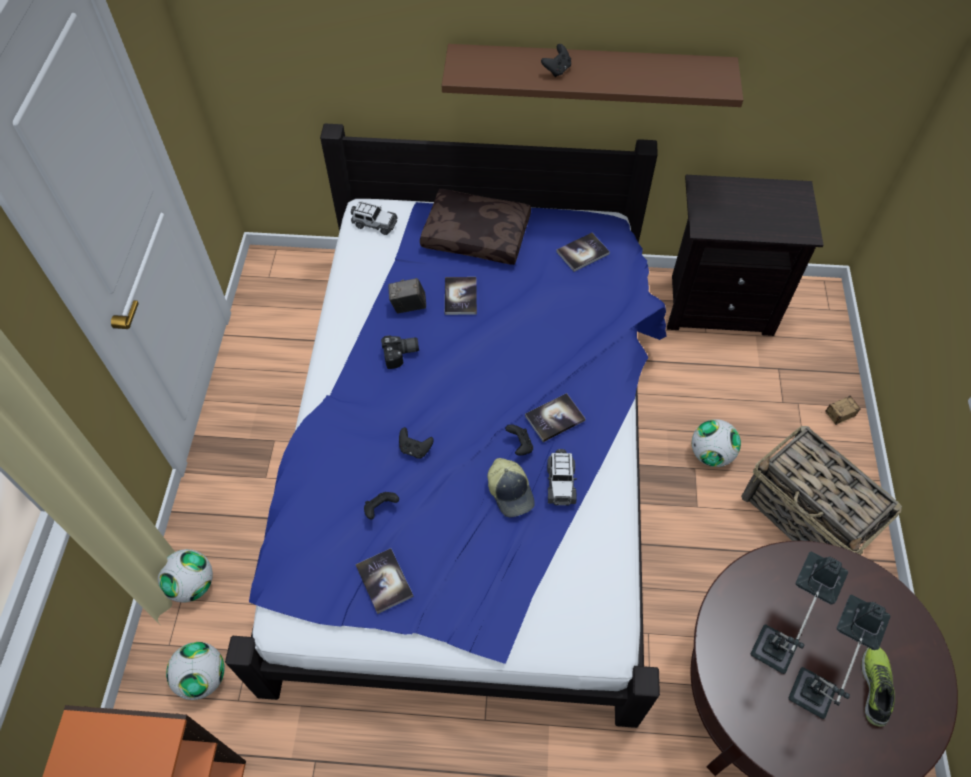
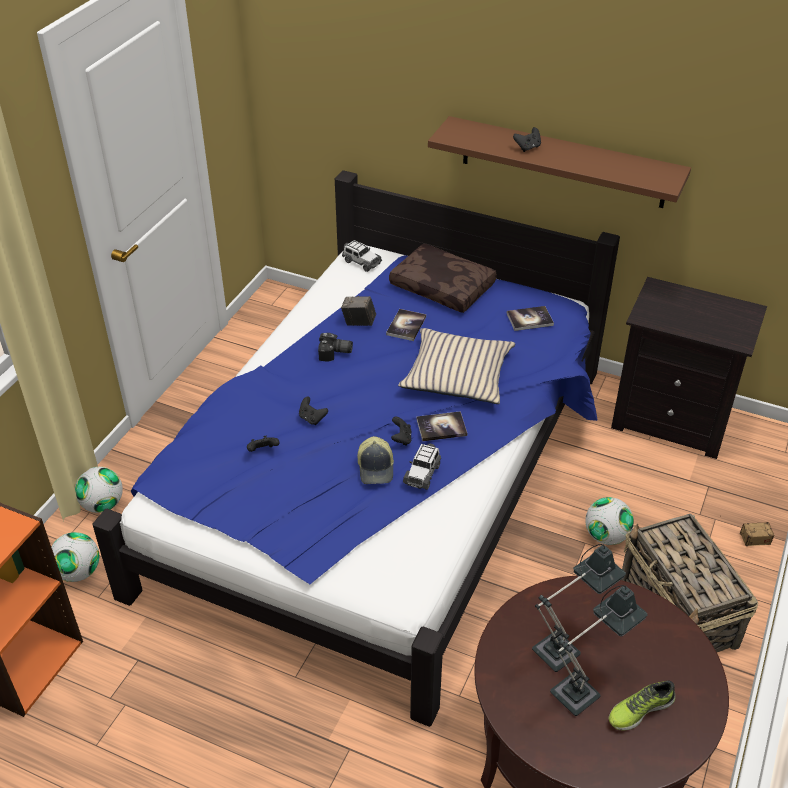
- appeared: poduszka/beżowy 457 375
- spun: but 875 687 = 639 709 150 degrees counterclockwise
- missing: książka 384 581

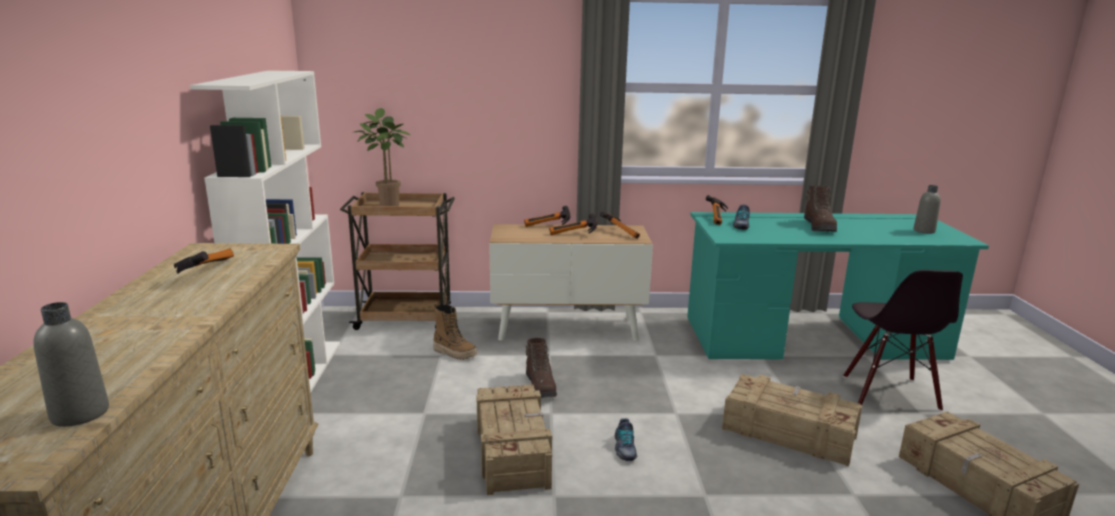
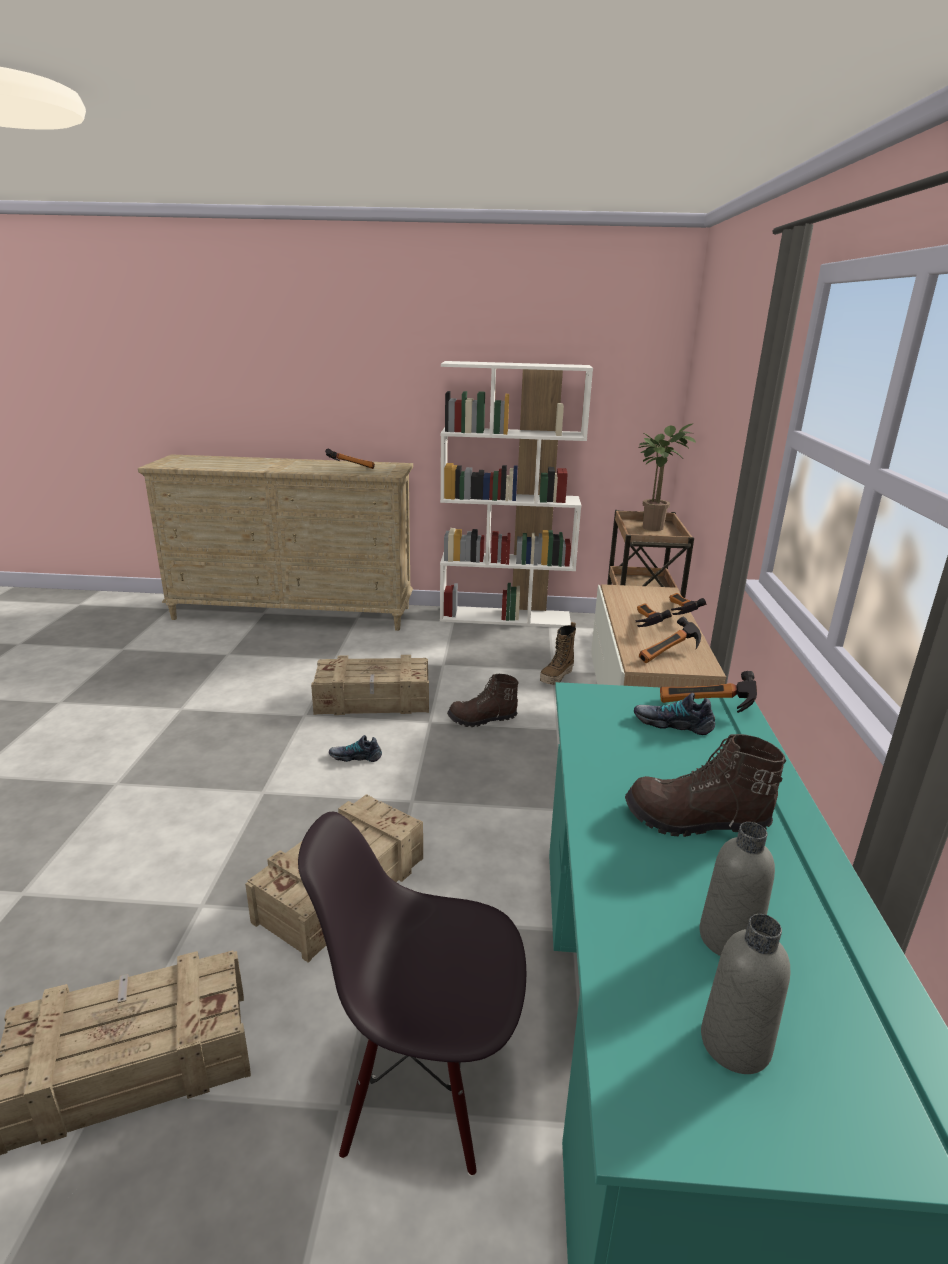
- relocated: butelka/szary 80 413 to 728 938

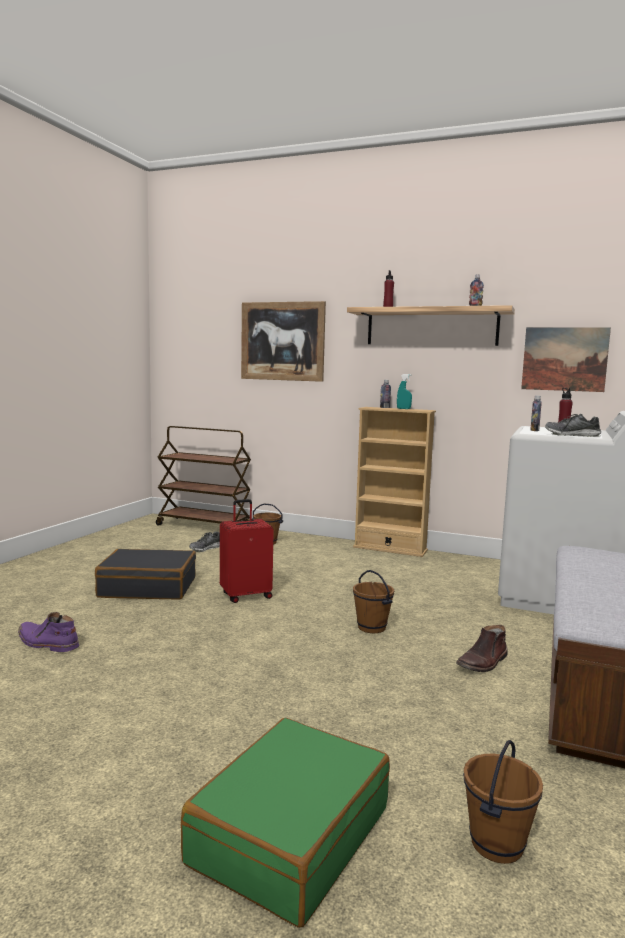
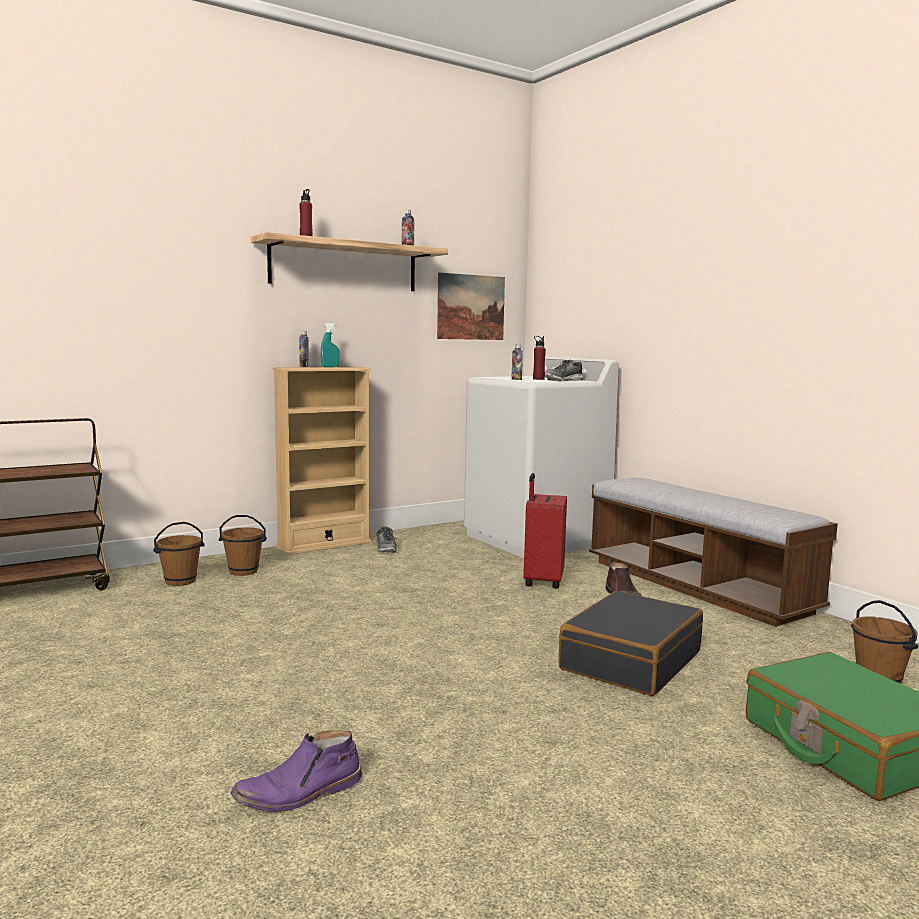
- relocated: wiadro/brązowy 372 627 to 243 571
- relocated: but 205 548 to 386 549
- relocated: walizka/czerwony 246 595 to 542 581
- relocated: walizka/czarny 148 587 to 630 660
- missing: obraz 282 341

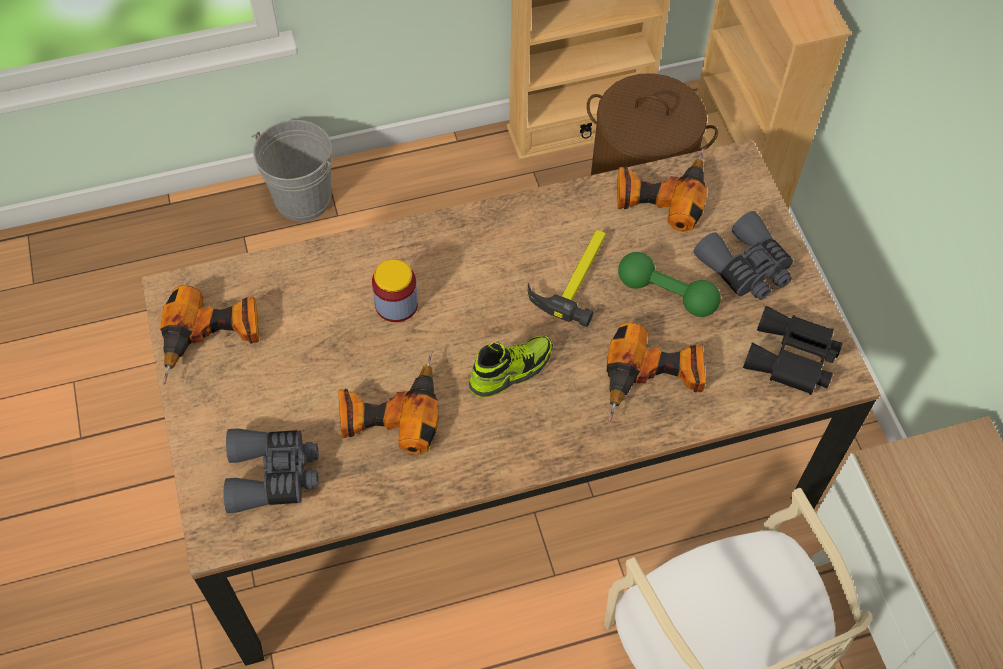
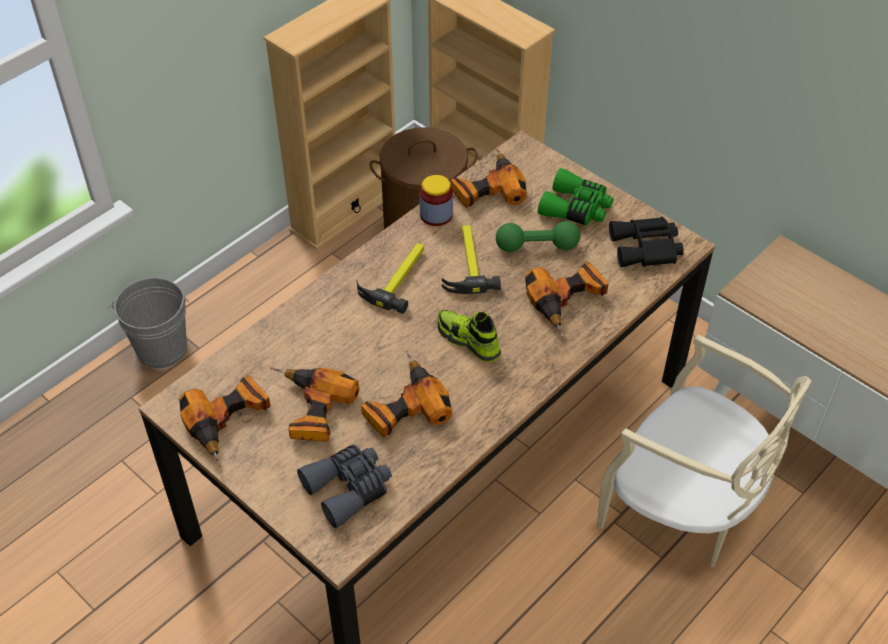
- appeared: wiertarka 310 410
- appeared: młotek 396 278
- relocated: słoik 396 304 to 436 215
- spun: but 510 370 = 468 341 75 degrees counterclockwise
- colour: lornetka/szary 746 268 to lornetka/zielony 576 208

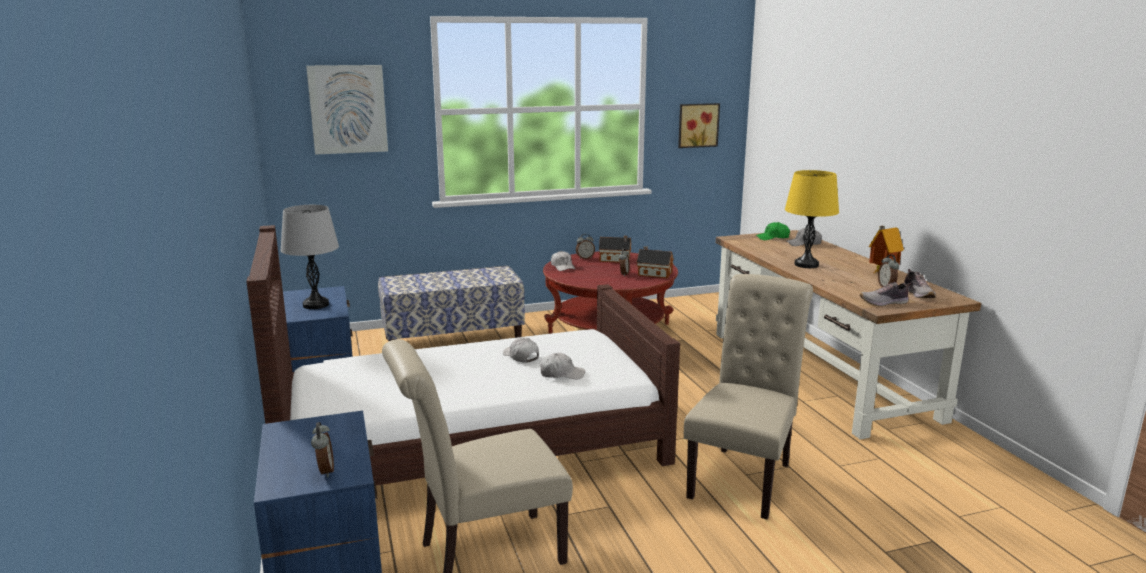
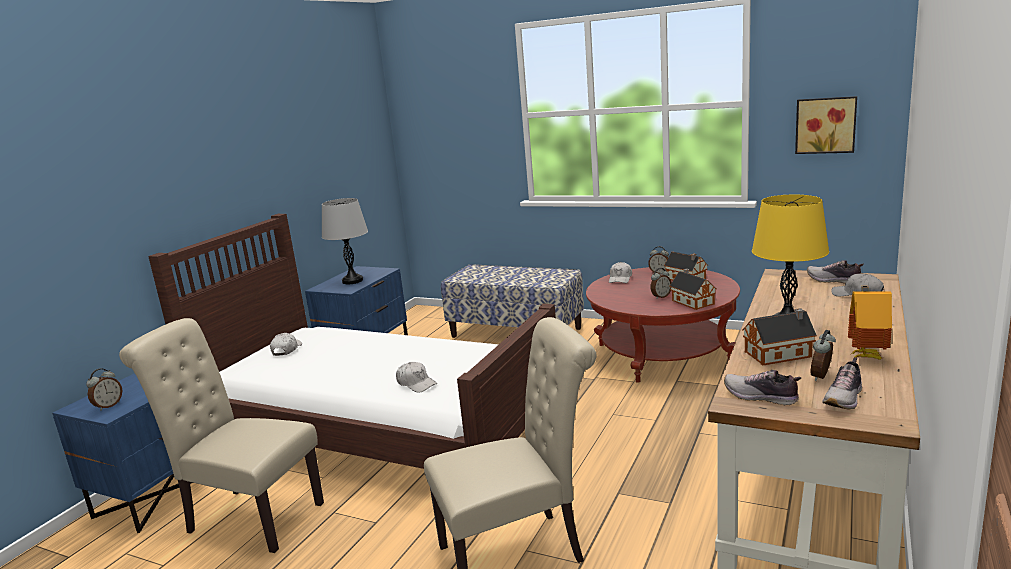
- relocated: czapka z daszkiem/biały 521 356 to 286 350
- appeared: domek 780 354
- exchanged: czapka z daszkiem/zielony 772 238 to but 833 280
- missing: obraz 348 109

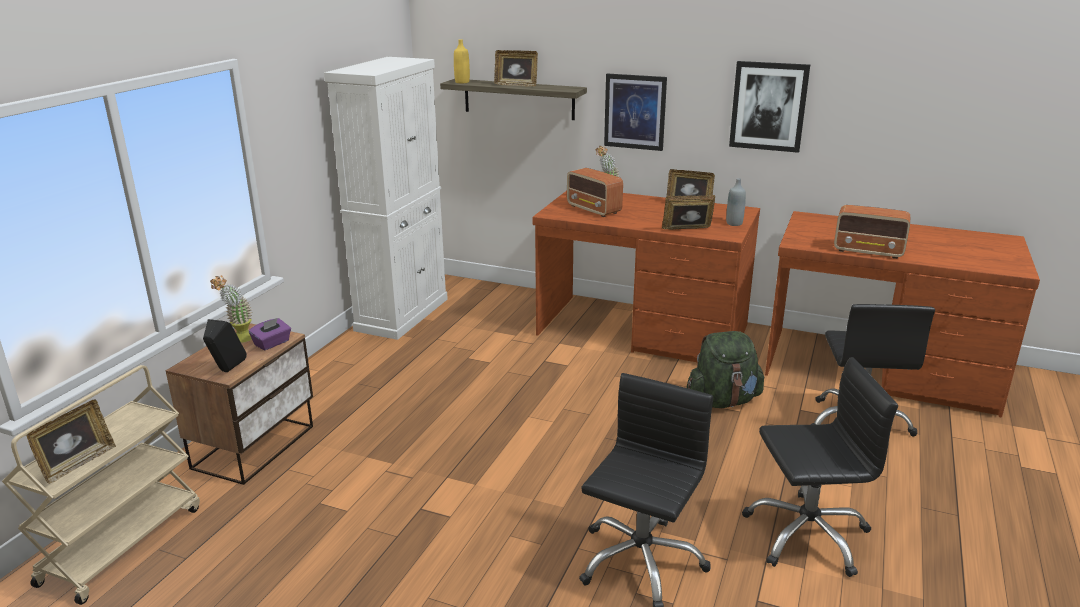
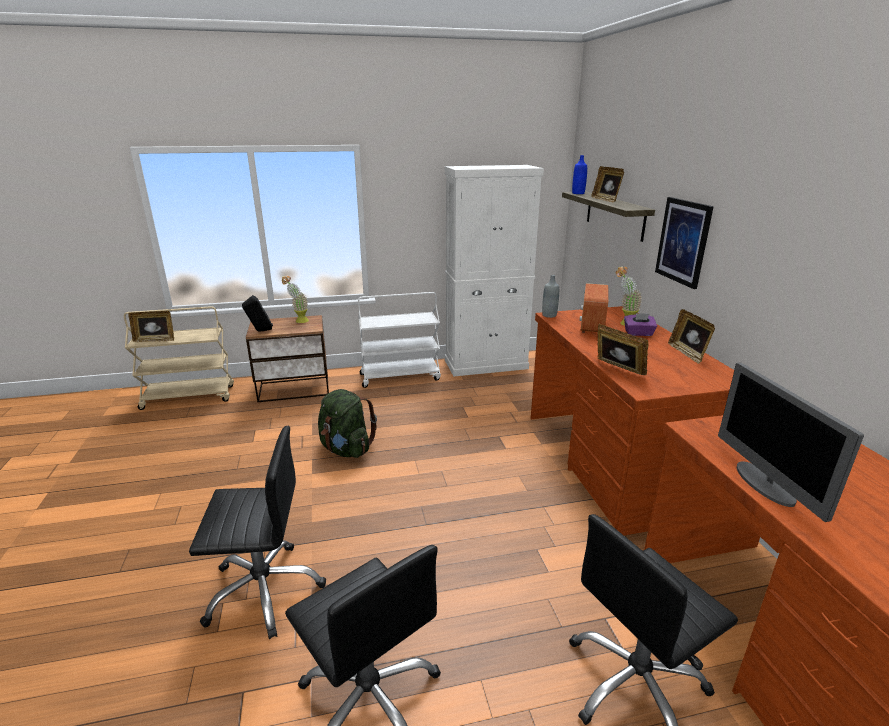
- relocated: plecak/zielony 723 401 to 346 449
- appeared: wózek/biały 400 376
- relocated: butelka/szary 734 223 to 549 315
- colour: butelka/żółty 462 82 to butelka/niebieski 578 193
- relocated: pudełko chusteczek/fioletowy 272 343 to 638 333
- exchanged: radio 869 251 to monitor 765 484
- missing: obraz 768 106

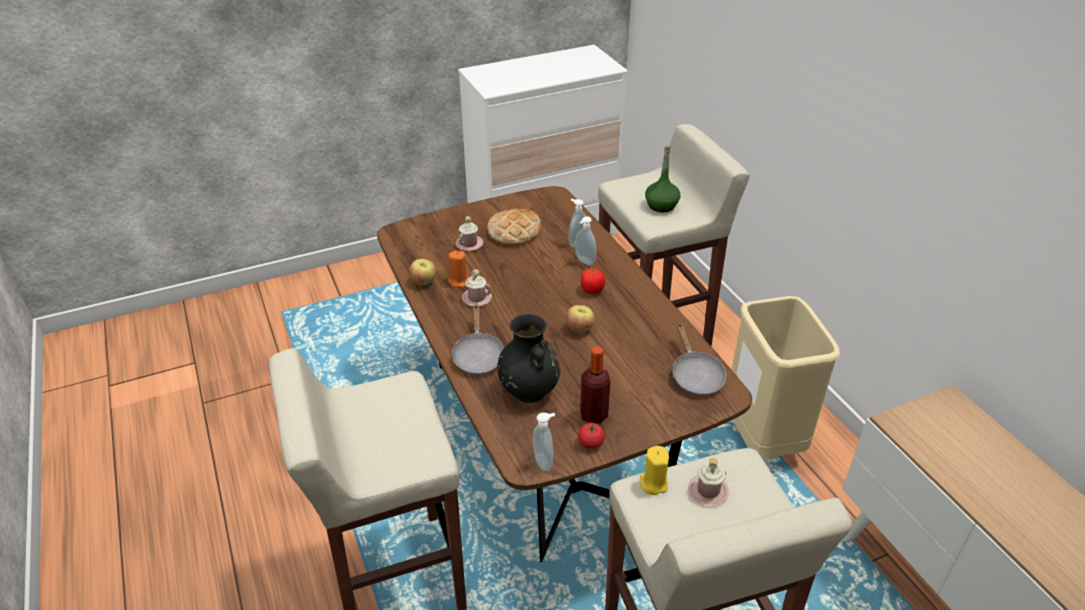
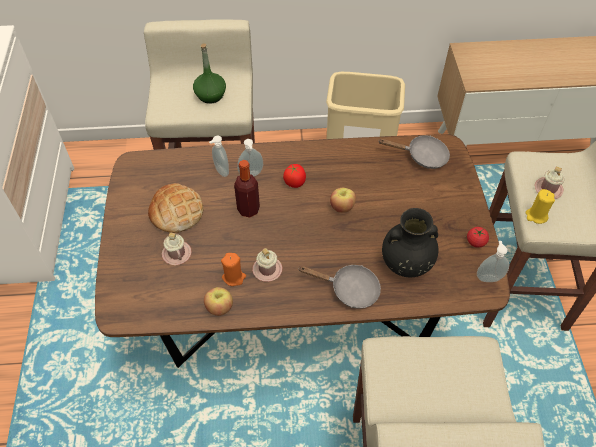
- relocated: butelka 593 415 to 248 209

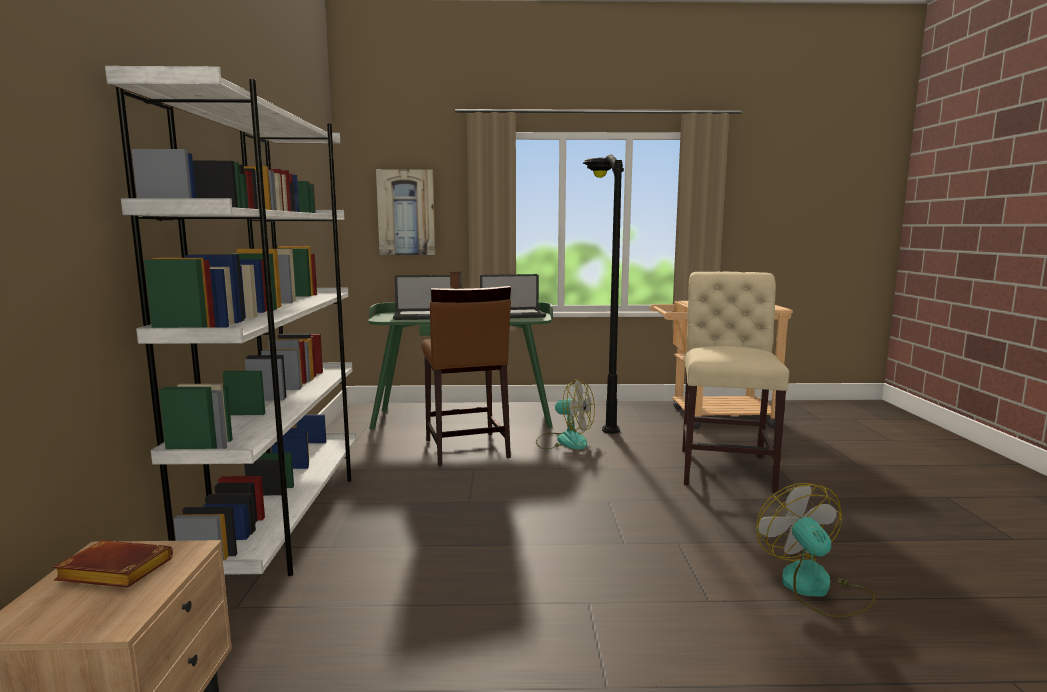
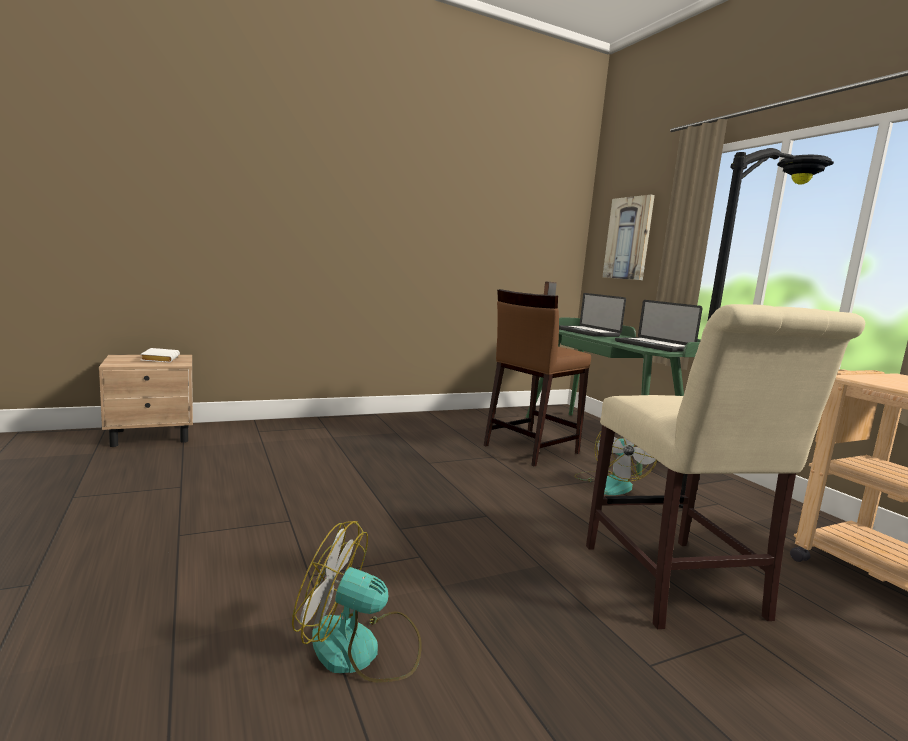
- colour: książka/brązowy 111 573 to książka/biały 159 359
- spun: wentylator 815 588 = 361 649 135 degrees counterclockwise
- spun: krzesło/beżowy 725 467 = 676 586 90 degrees clockwise
- missing: regał/biały 284 520

